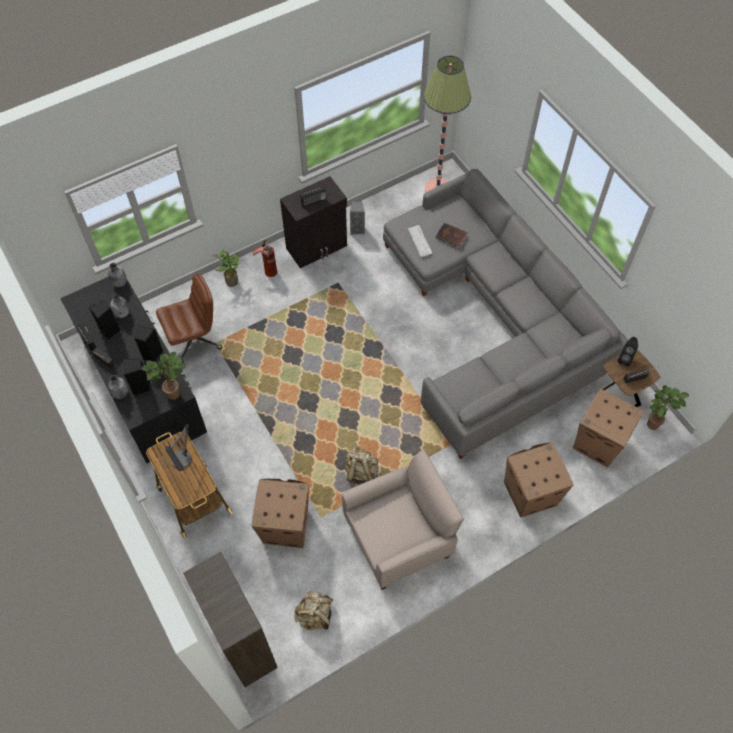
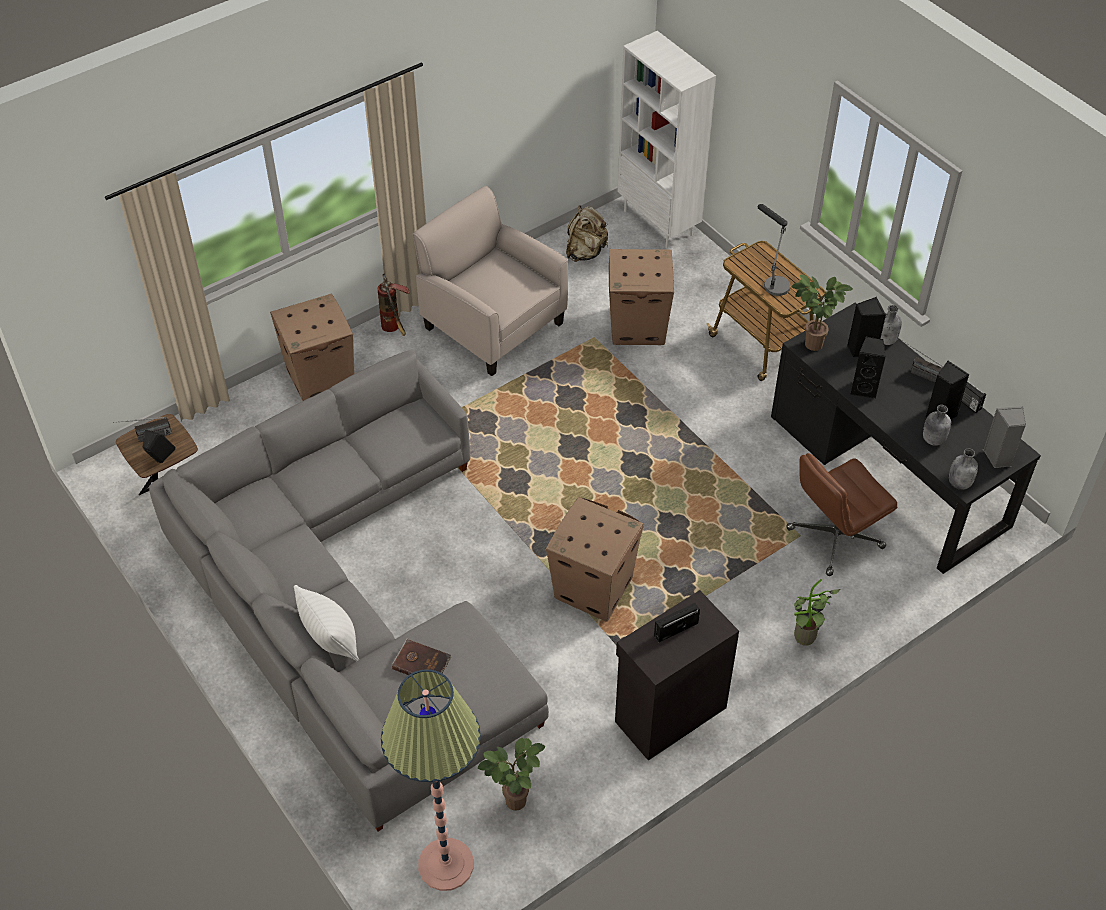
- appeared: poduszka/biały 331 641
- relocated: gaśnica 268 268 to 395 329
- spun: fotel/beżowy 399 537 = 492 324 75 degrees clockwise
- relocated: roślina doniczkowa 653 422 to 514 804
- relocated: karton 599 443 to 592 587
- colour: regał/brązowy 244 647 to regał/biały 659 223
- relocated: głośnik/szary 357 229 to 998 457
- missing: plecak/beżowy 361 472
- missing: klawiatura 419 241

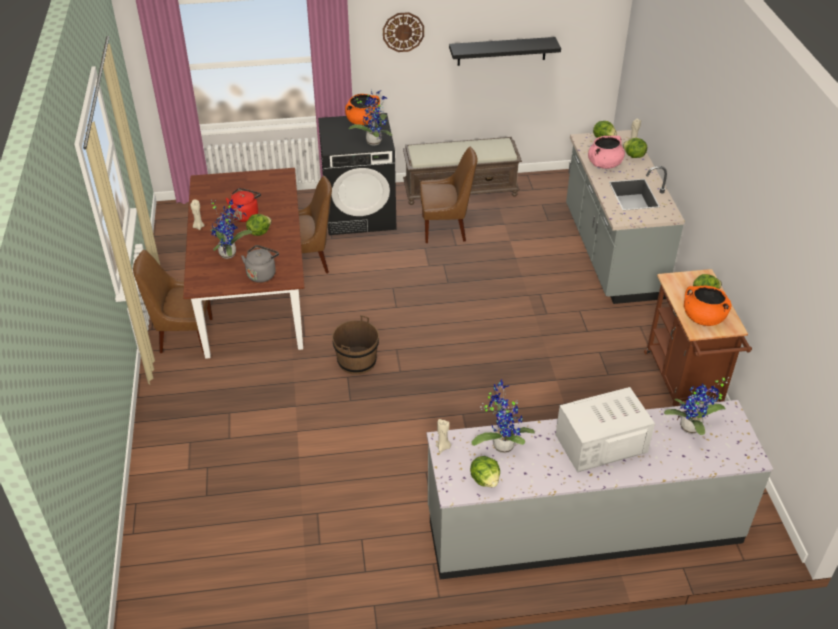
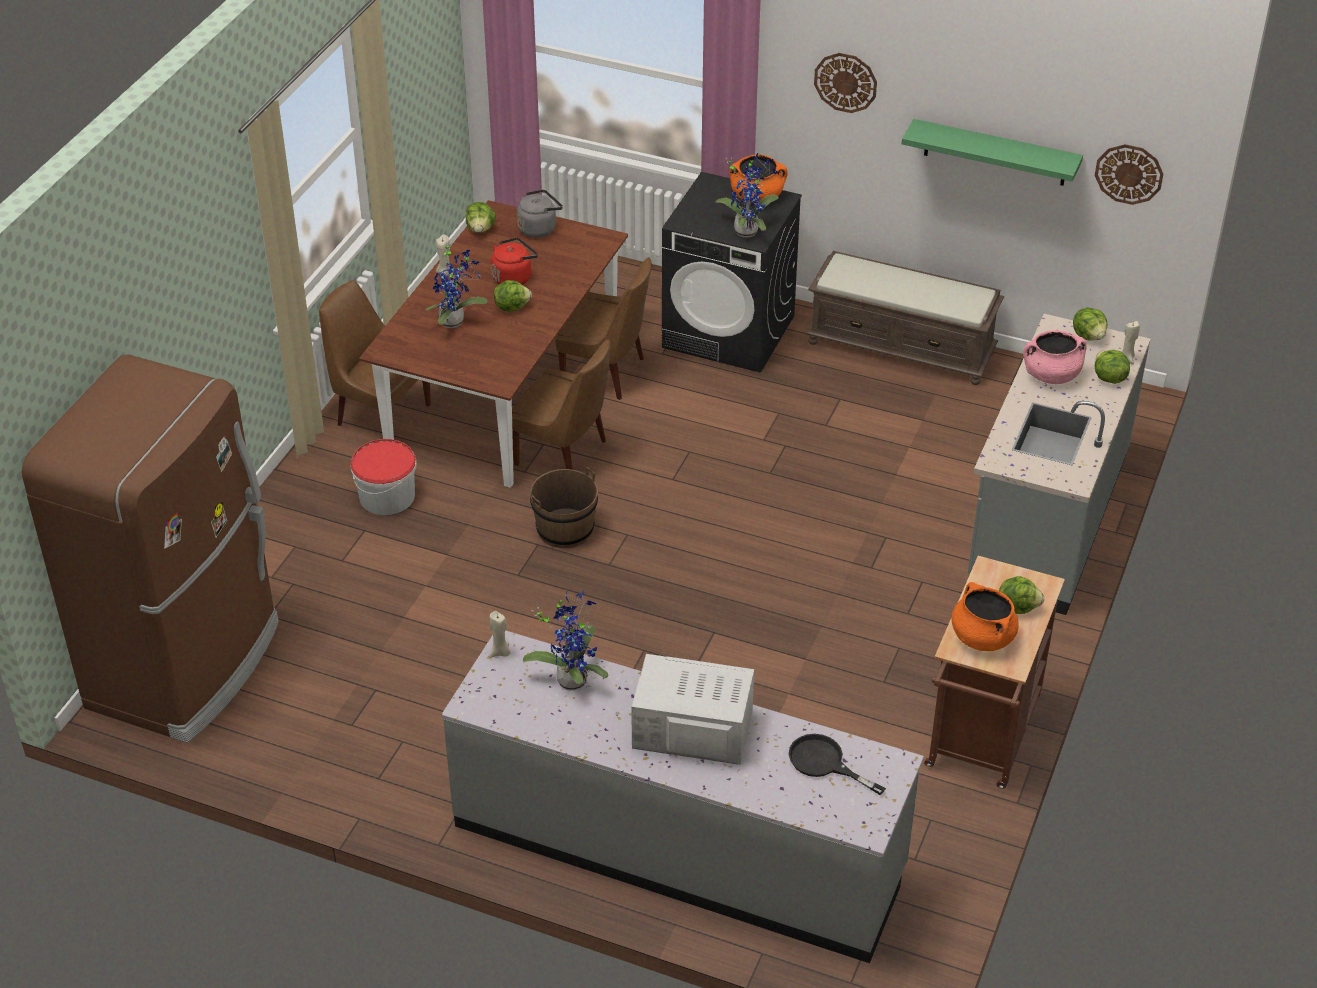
- appeared: lodówka/brązowy 187 665
- appeared: wiadro 387 496
- relocated: sałata 485 480 to 481 229
- relocated: krzesło/brązowy 446 228 to 564 454
- relocated: czajnik/szary 262 274 to 539 228
- exchanged: roślina doniczkowa 692 429 to patelnia/czarny 824 763
- colour: półka/czarny 501 51 to półka/zielony 995 153
- appeared: zegar ścienny 1129 174

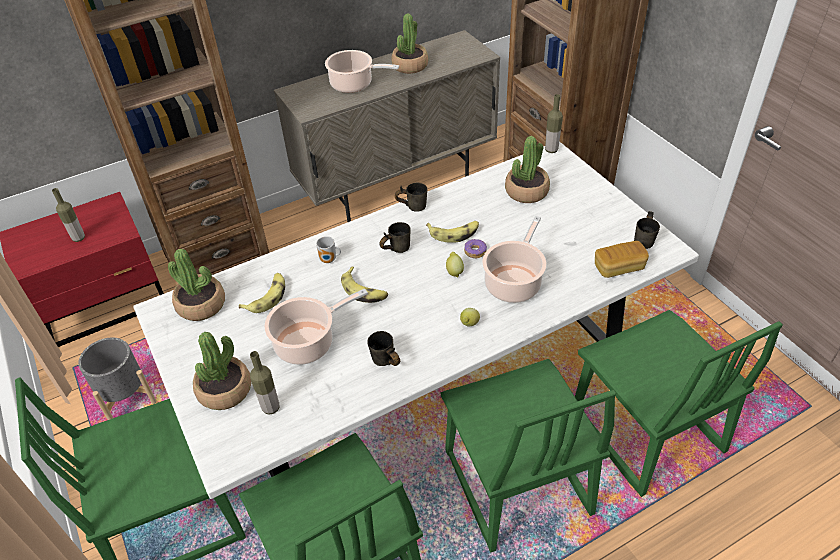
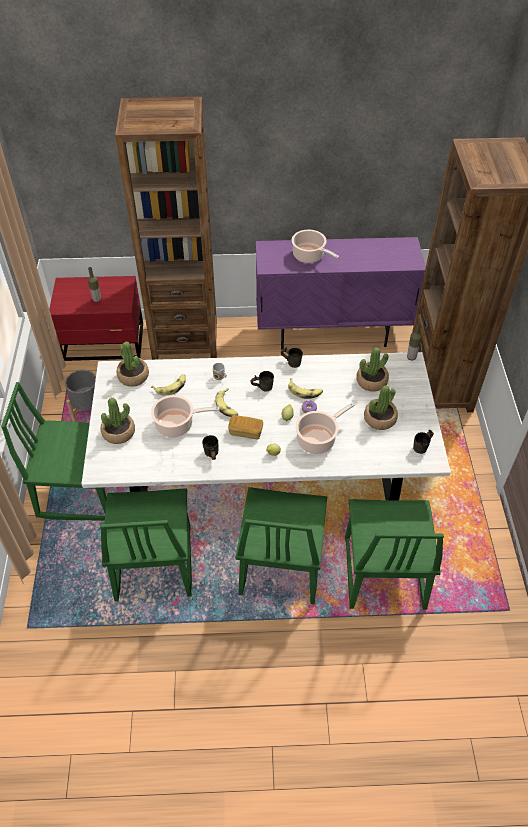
- relocated: chleb 619 267 to 246 432
- colour: szafka/beżowy 398 187 to szafka/fioletowy 332 333
- relocated: roślina doniczkowa 410 66 to 379 418
- missing: butelka 271 408

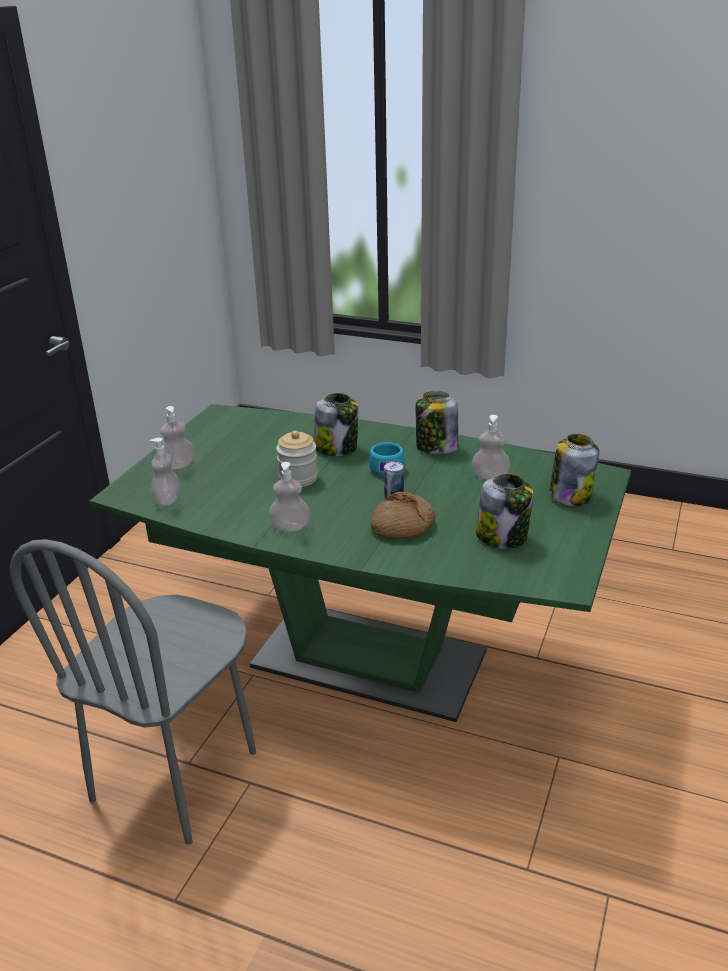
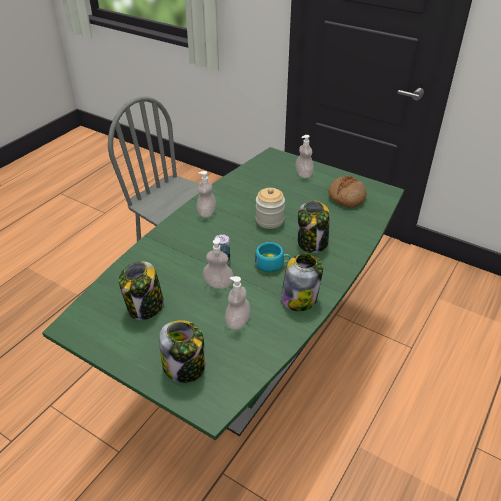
- relocated: dozownik mydła 167 500 to 218 284
- relocated: chleb 403 526 to 346 197

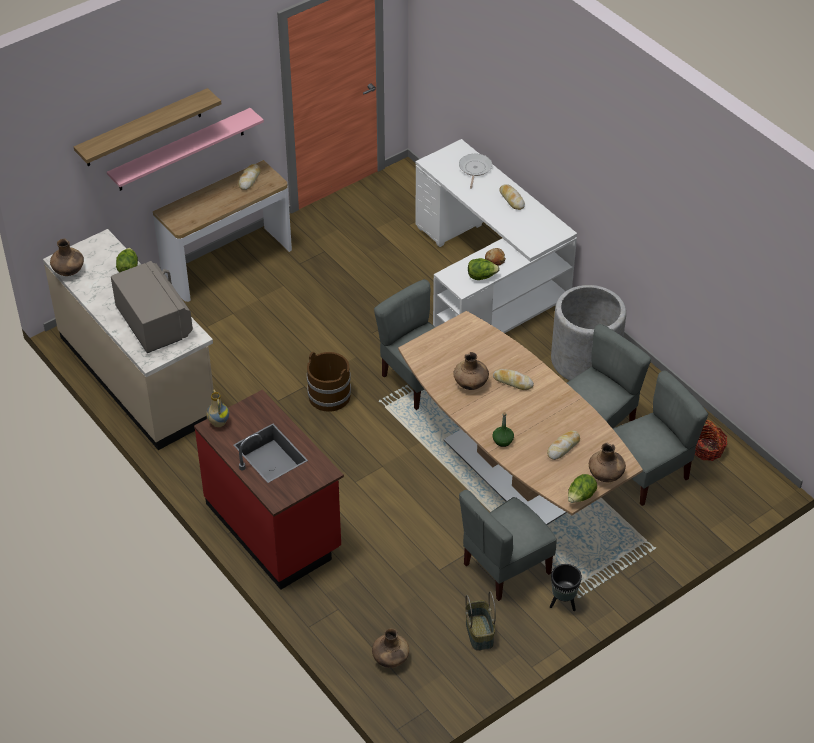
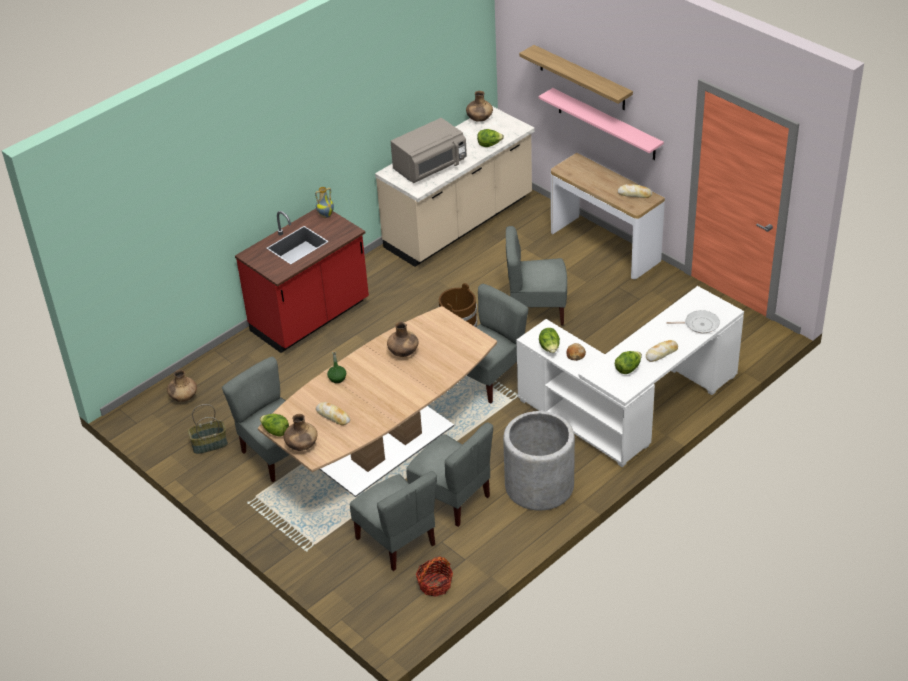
- appeared: krzesło/szary 536 310
- appeared: sałata 628 369
- missing: chleb 513 382
- missing: donica/czarny 563 603

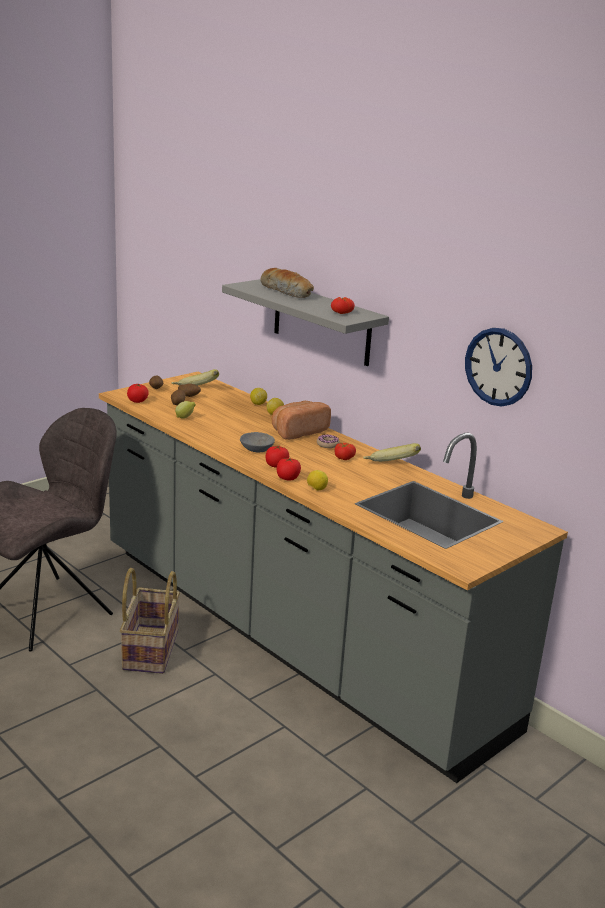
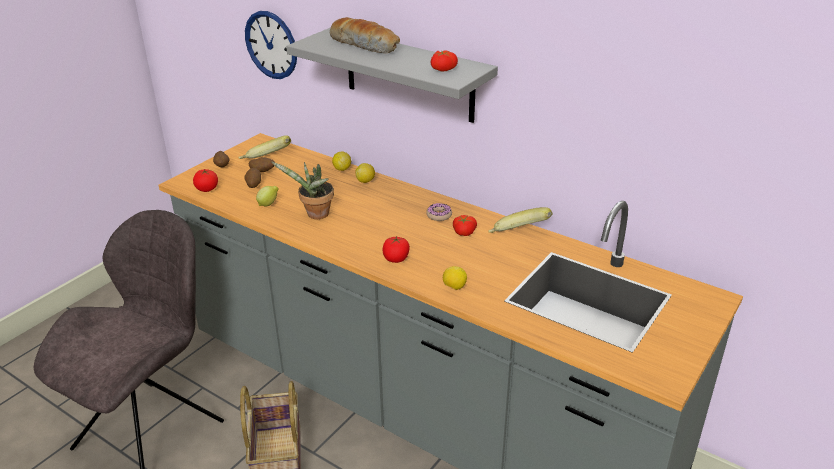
- relocated: zegar ścienny 498 367 to 271 45
- appeared: roślina doniczkowa 315 215
- missing: miska/szary 255 449
- missing: chleb 298 432
- missing: pomidor 287 478

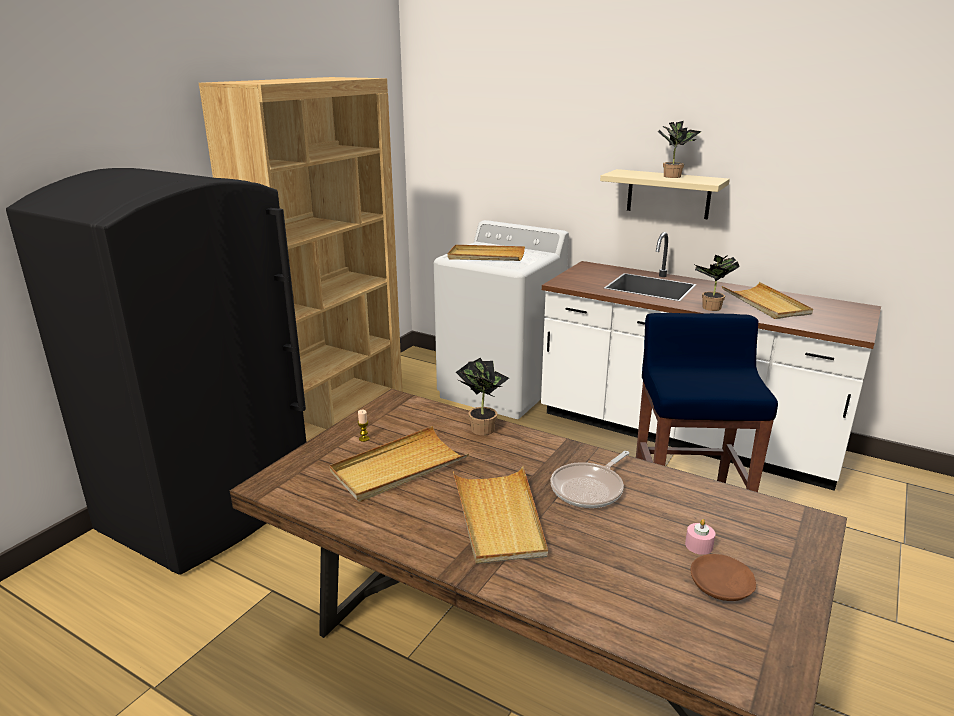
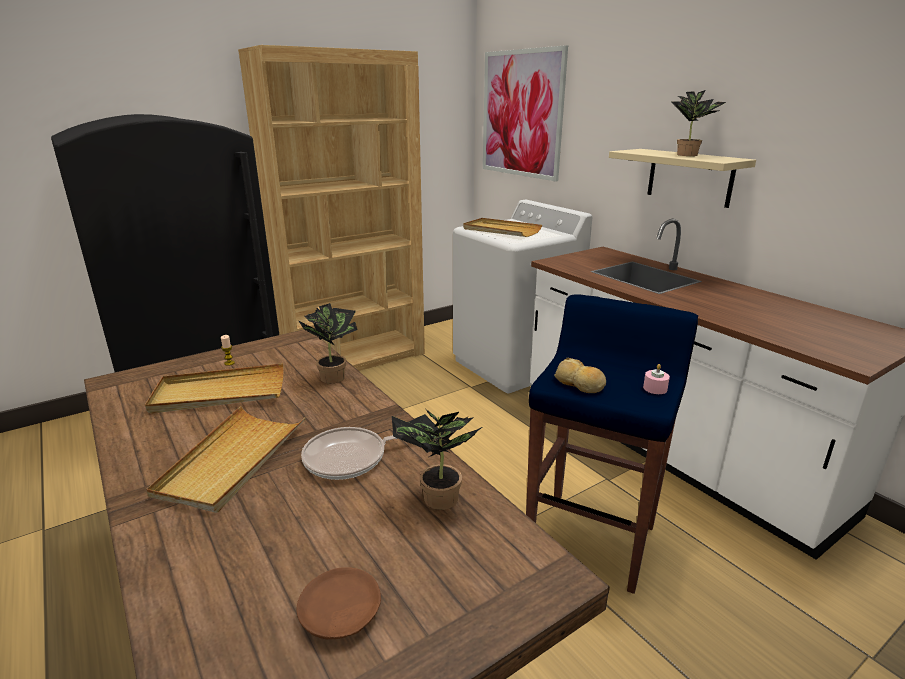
- relocated: roślina doniczkowa 710 308 to 435 500
- appeared: obraz 521 114
- appeared: chleb 579 384
- relocated: świeca/różowy 699 545 to 655 388
- missing: taca/beżowy 765 304

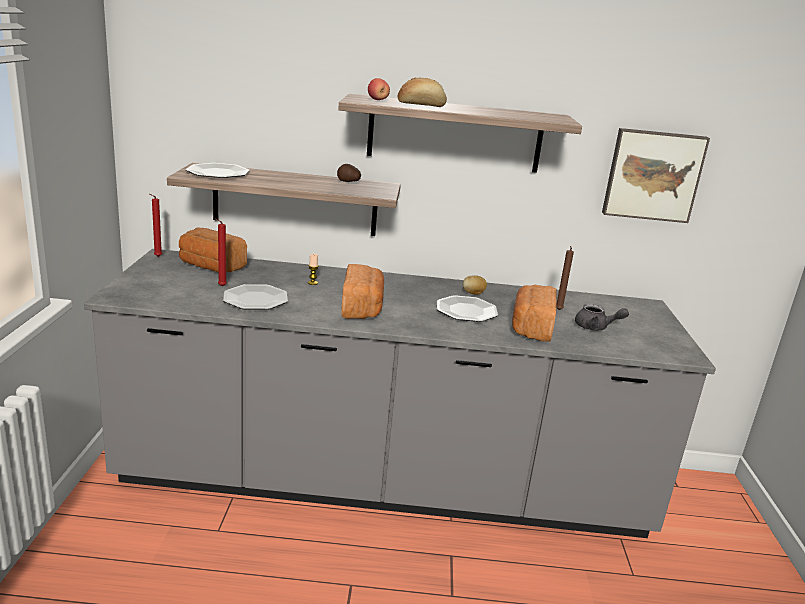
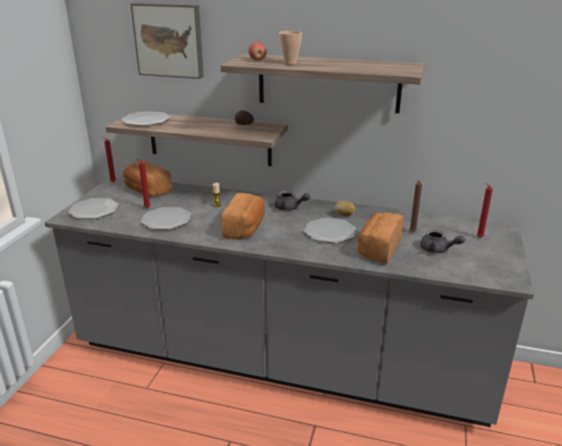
- appeared: talerz 94 210
- relocated: obraz 652 175 to 169 40
- appeared: imbryk/szary 290 208
- exchanged: chleb 421 105 to filiżanka 290 63
- appeared: świeca/czerwony 478 237

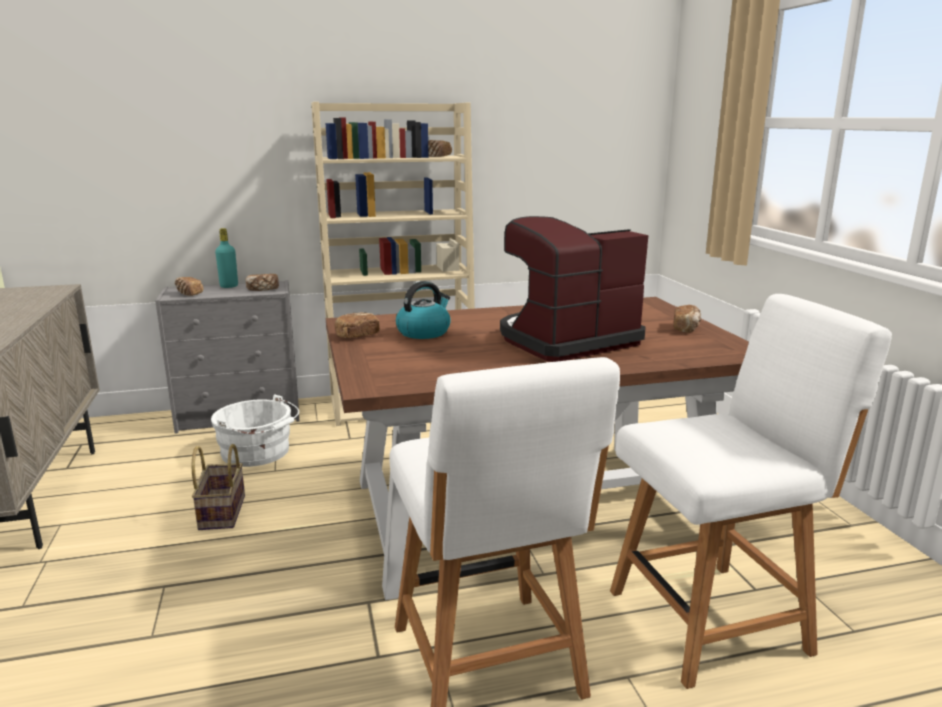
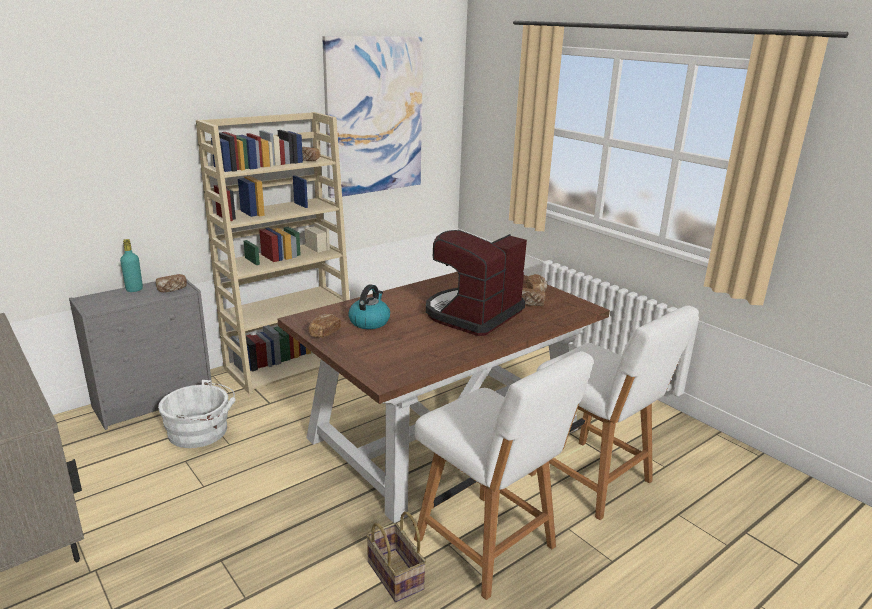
- appeared: obraz 374 116
- relocated: koszyk 221 511 to 393 574
- relocated: chleb 189 294 to 530 303
- spun: krzesło/biały 714 619 = 594 480 90 degrees clockwise

